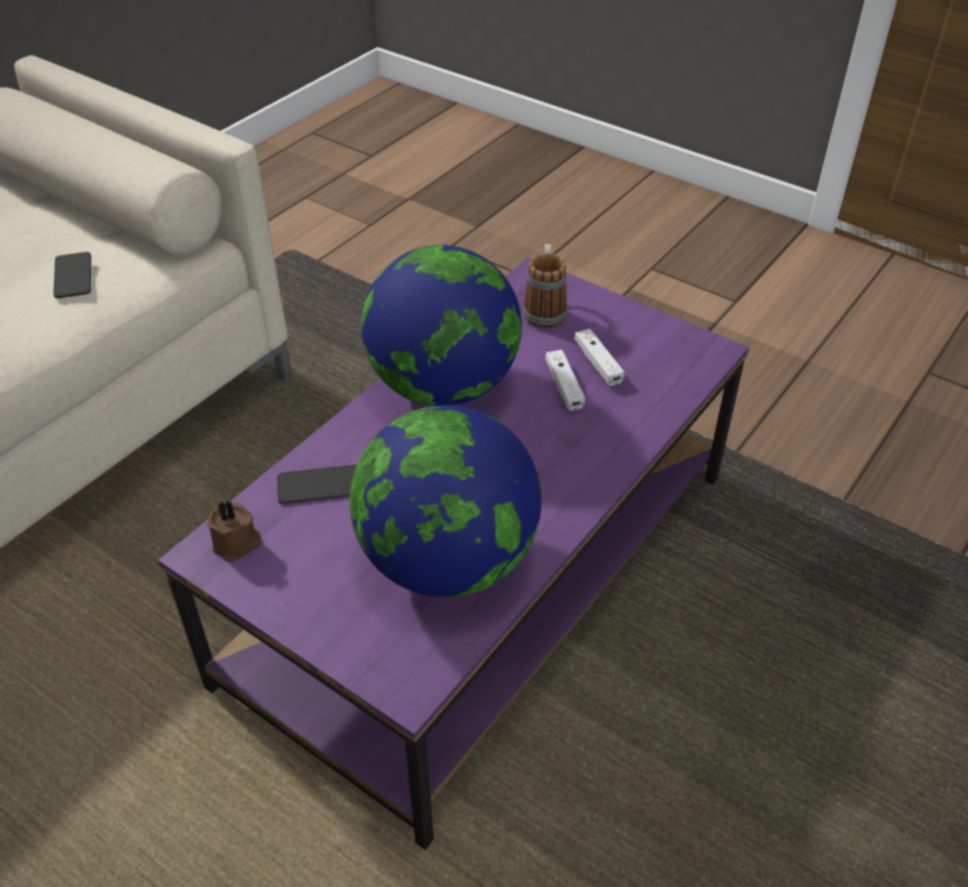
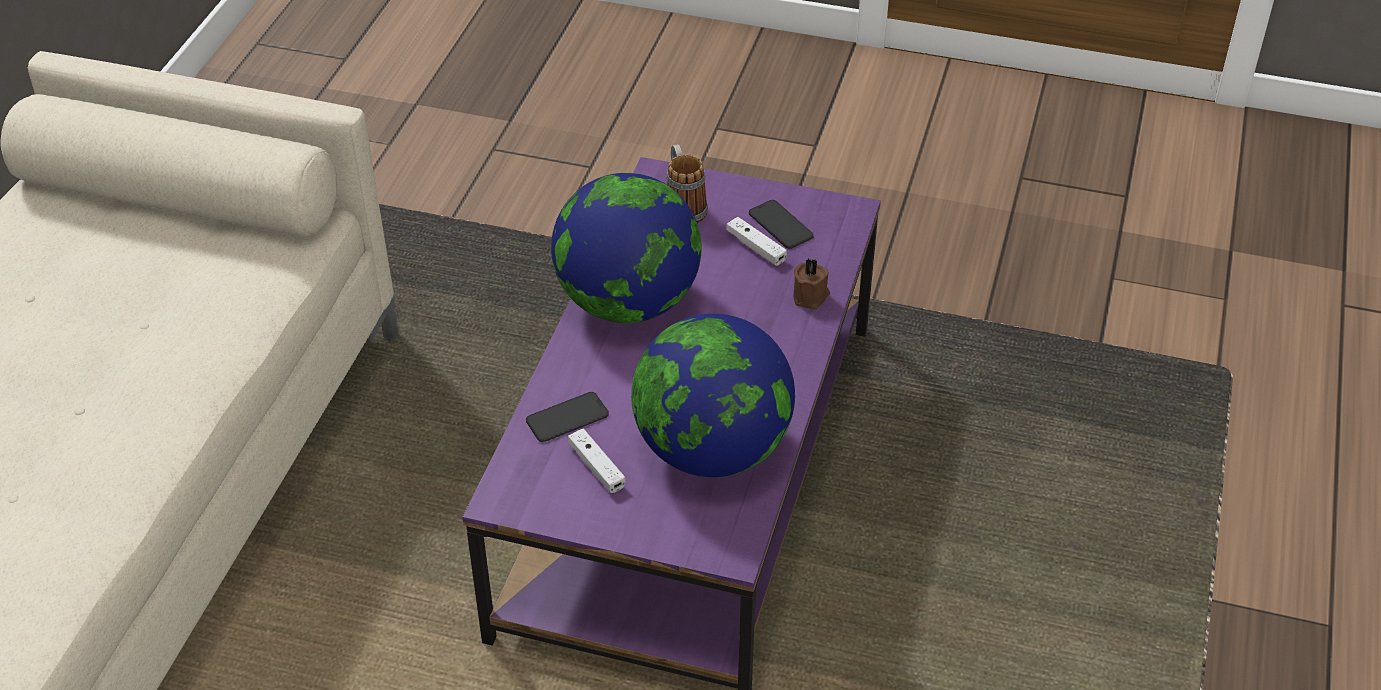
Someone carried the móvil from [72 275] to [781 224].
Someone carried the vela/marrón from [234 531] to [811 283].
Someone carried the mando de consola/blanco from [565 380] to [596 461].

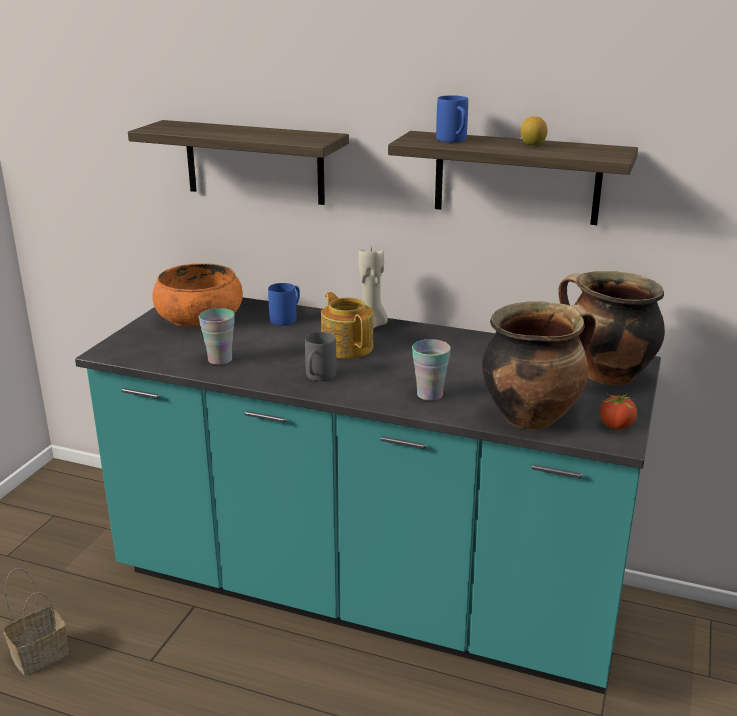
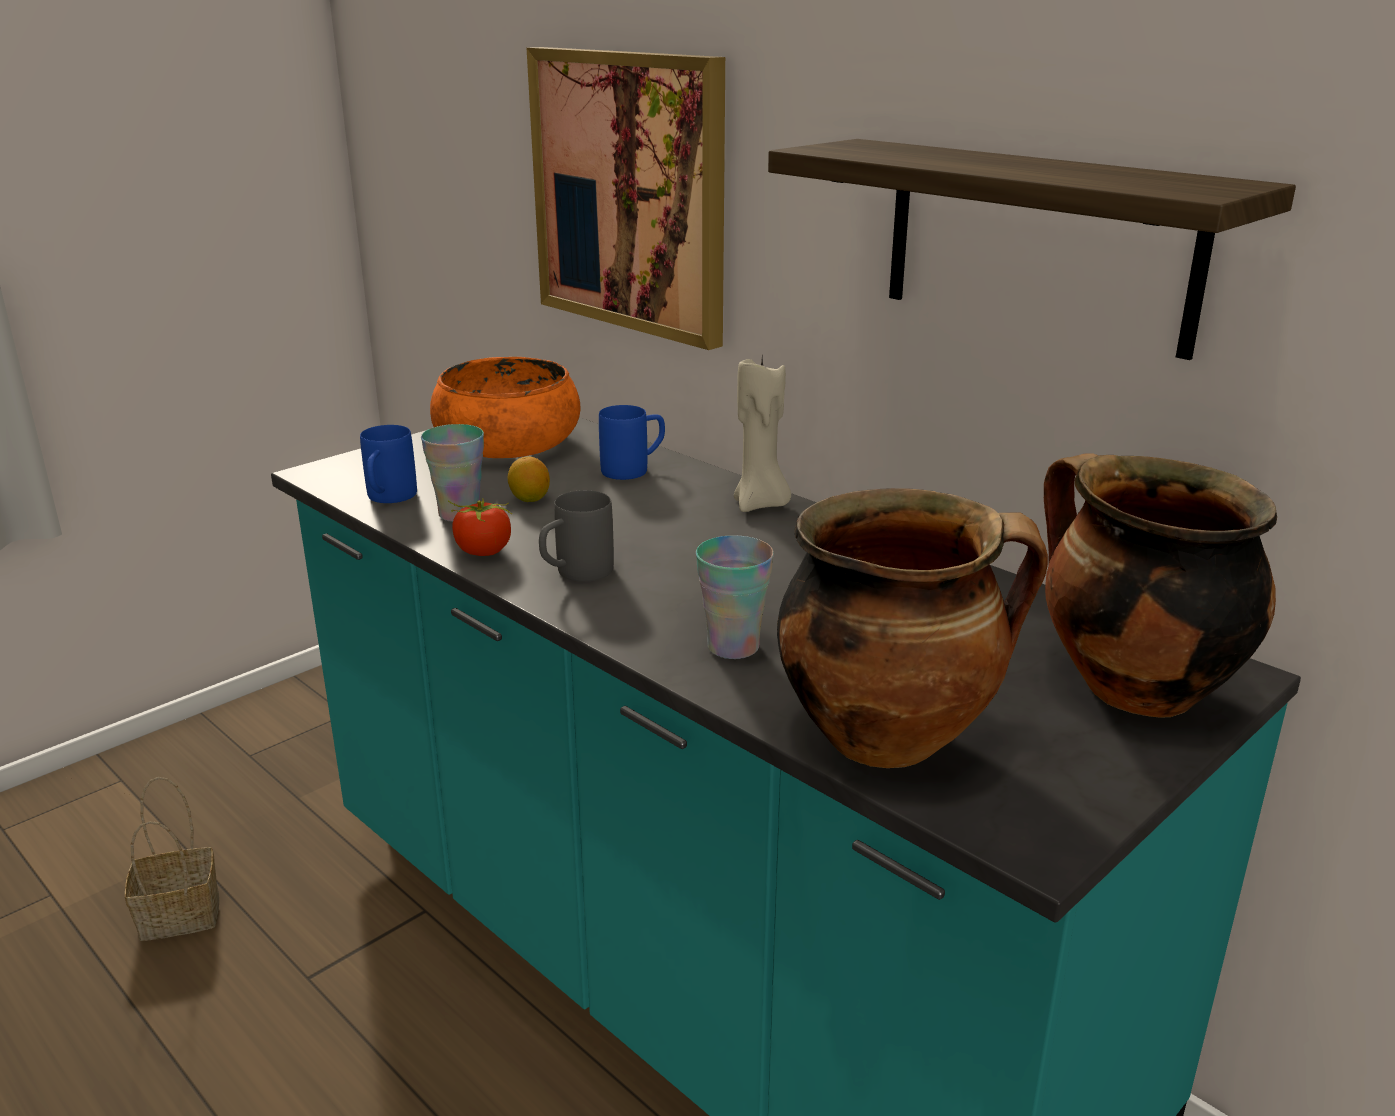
Someone swapped the estante at [238 162] for the cuadro at [626 198].
Someone took away the tetera at [347 325].
Someone carried the taza grande/azul from [452 118] to [388 464].
Someone carried the limón from [534 131] to [529 479].
Someone carried the tomate from [618 412] to [480 527].

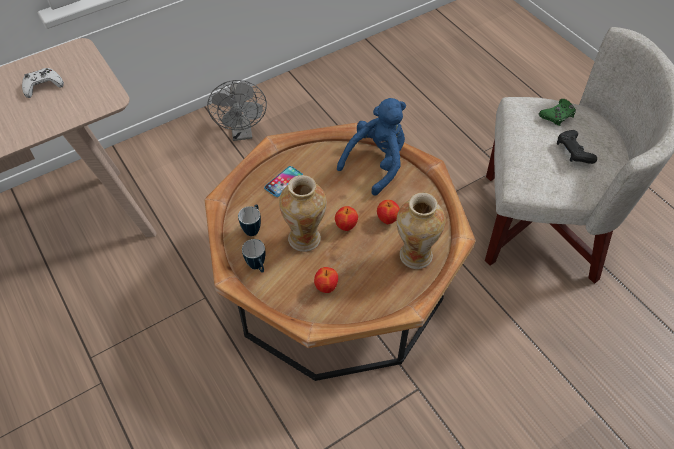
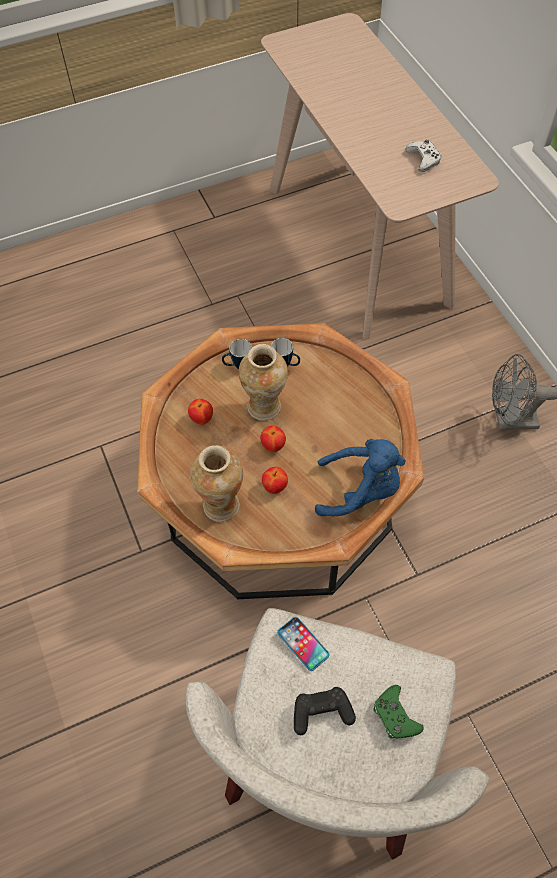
Someone carried the móvil from [283 181] to [303 644].
Someone rotated the peluche/azul at [371 146] by 45 degrees counterclockwise.

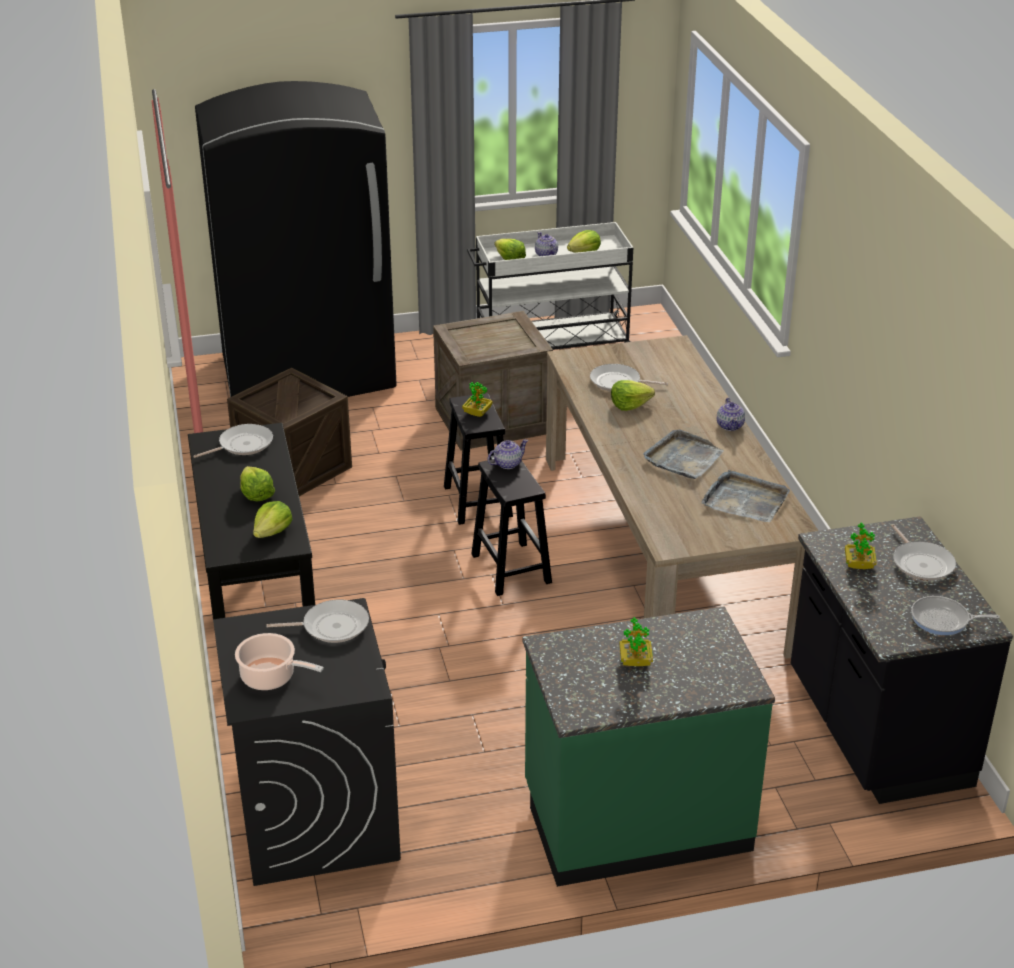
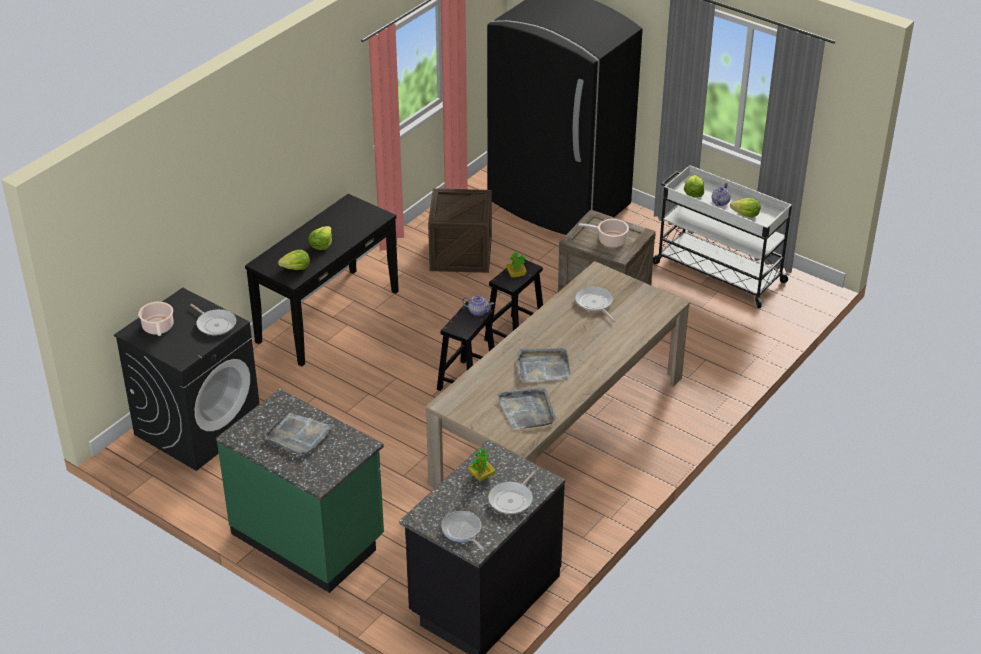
Someone took away the sartén at [233 441].
Someone took away the lechuga at [633 395].
Someone swapped the planta en maceta at [636 641] for the bandeja/gris at [299 433].
Someone took away the tetera at [731 414].
Someone put down the olla at [604 233].

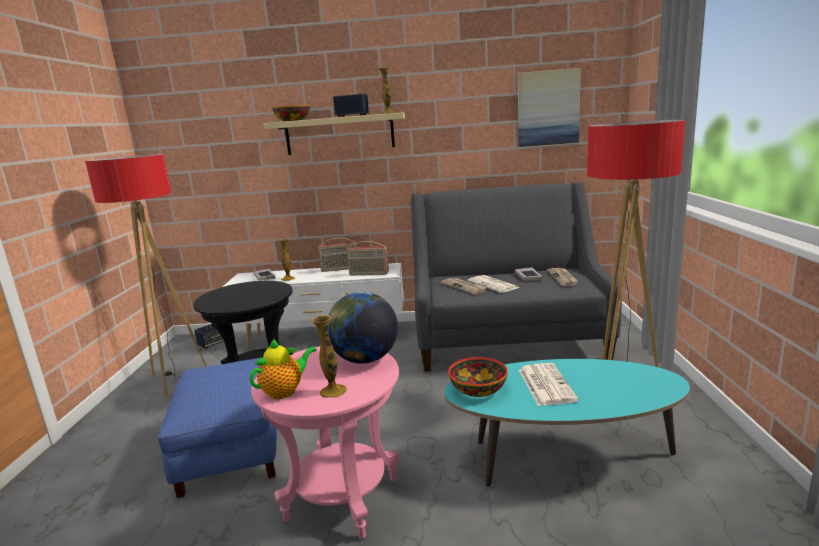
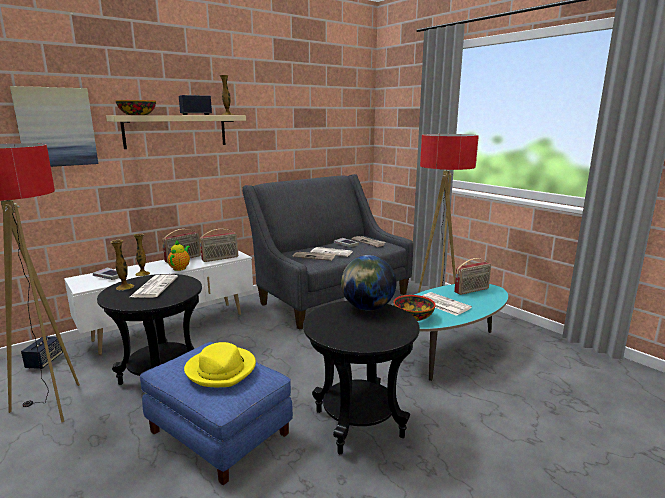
Someone carried the tetera from [283 368] to [179 256].
Someone repainted the mesa auxiliar/rosa at [325 442], which became the mesa auxiliar/negro at [361 377].
Someone carried the florero from [329 356] to [122 265].
Someone carried the cuadro from [549 107] to [54 126].
Someone put down the periódico at [154 286].
Someone put down the sombrero/amarillo at [220 364].
Someone put down the radio at [472 276].

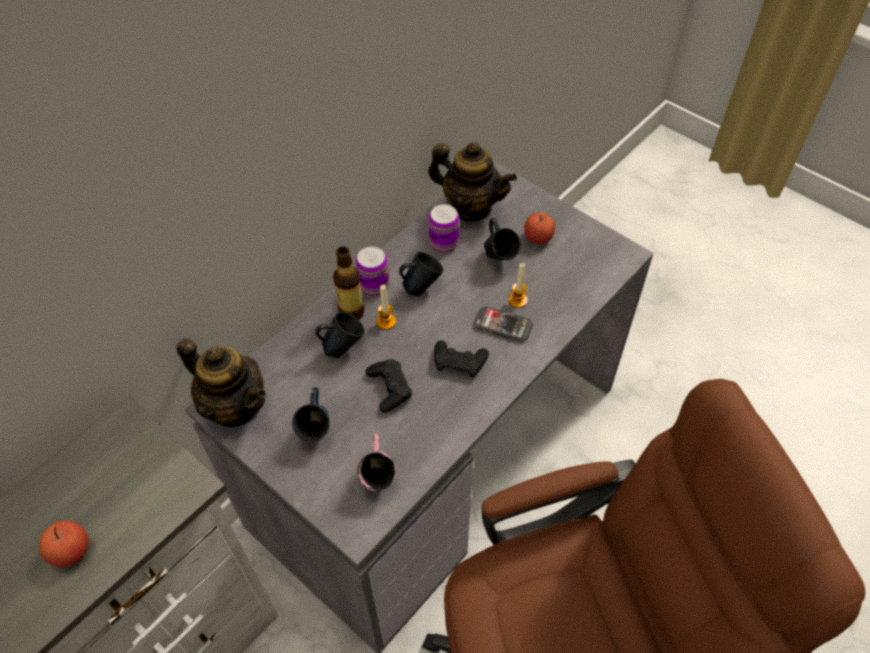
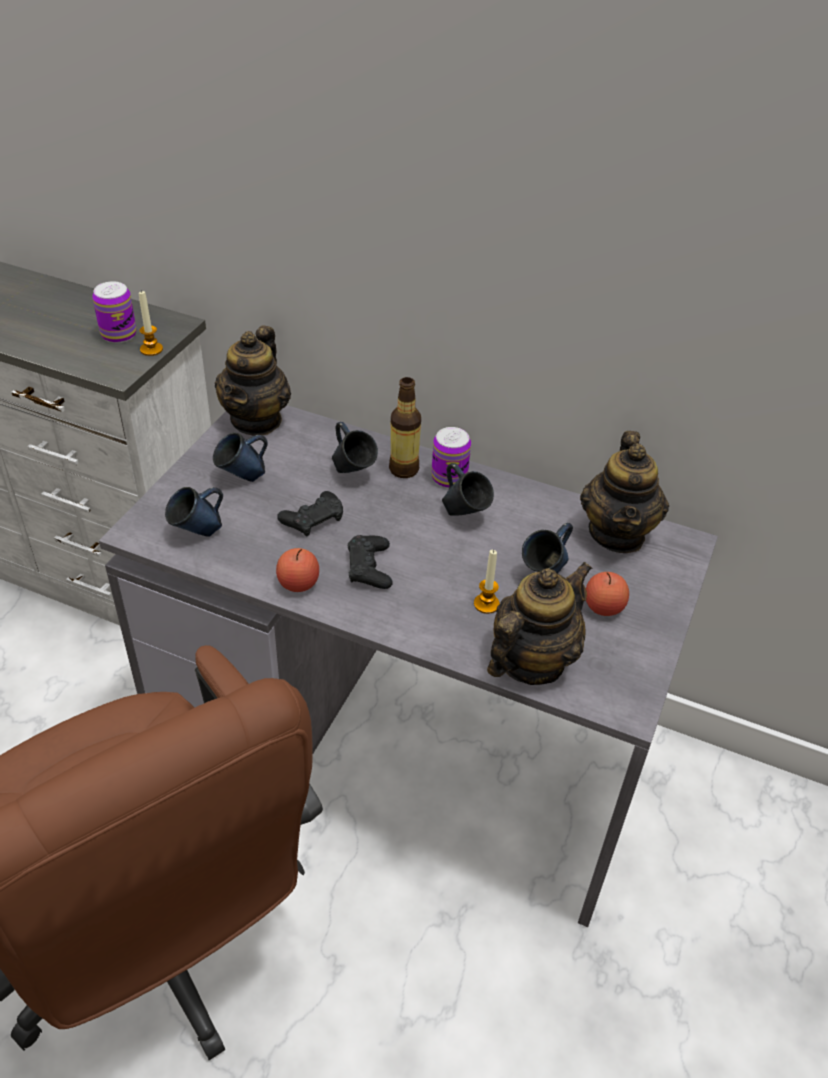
Someone carried the manzana from [64 544] to [297 570].
Someone repainted the taza grande/rosa at [376 462], which became the taza grande/azul at [194 512].
Someone carried the vela from [386 307] to [151 323].
Someone carried the lata from [444 228] to [114 312].
Someone took away the móvil at [503 324].
Someone put down the tetera at [540 623].

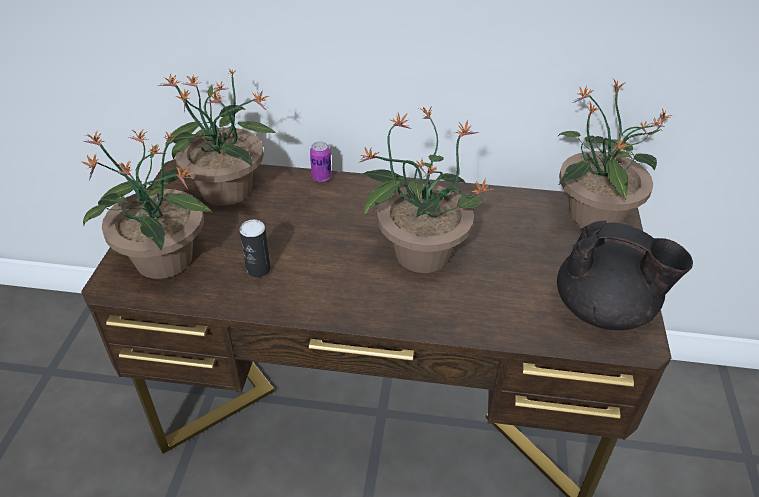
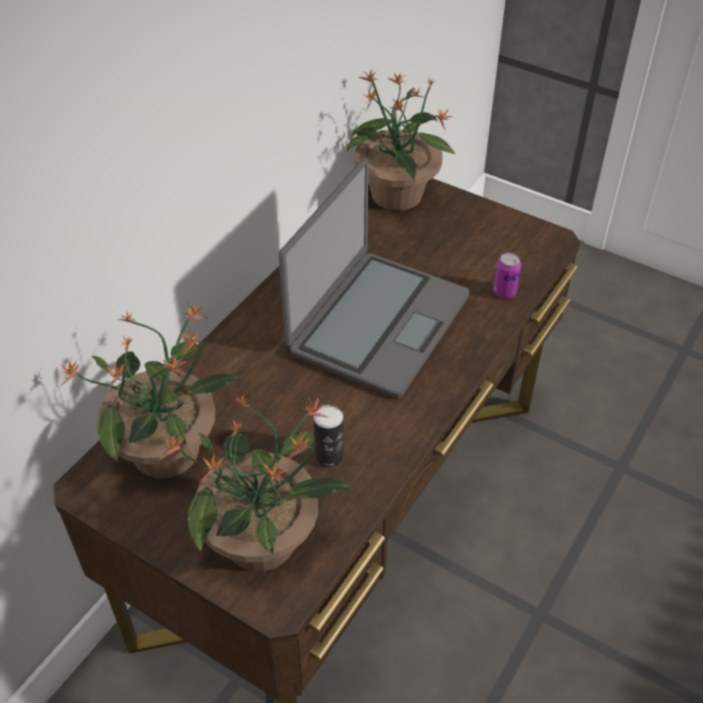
Someone carried the lata from [321 162] to [507 275].
Someone swapped the planta en maceta at [427 190] for the portátil at [374 278].
Someone took away the tetera/negro at [625 275].

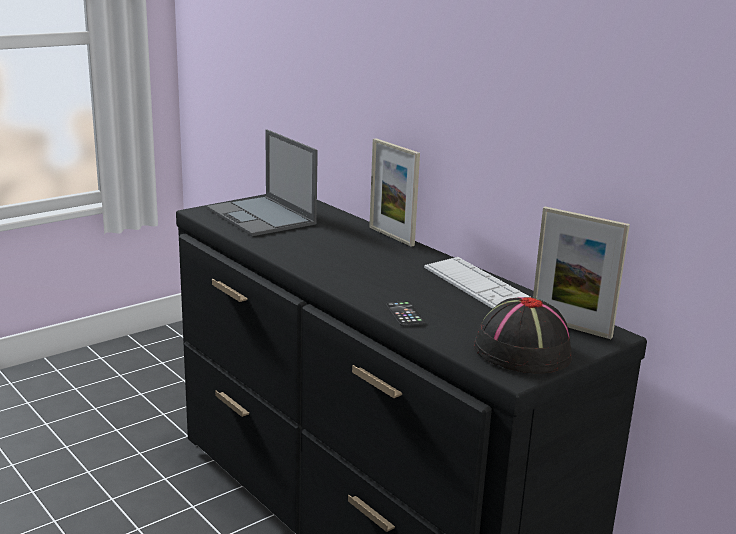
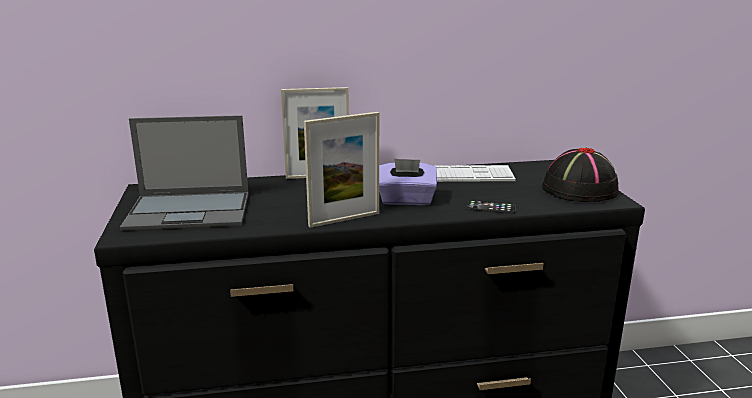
Someone carried the portarretratos from [581 273] to [341 170].
Someone put down the caja de pañuelos/morado at [408 181].

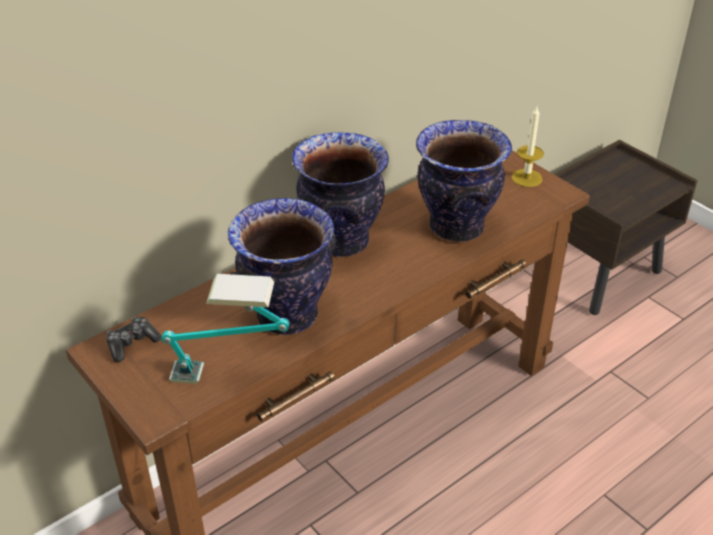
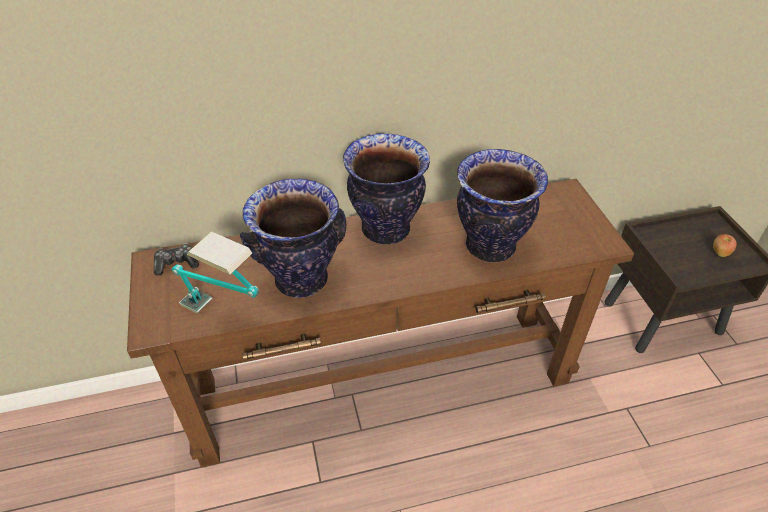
Someone took away the vela at [527 147].
Someone put down the manzana at [725 245].

